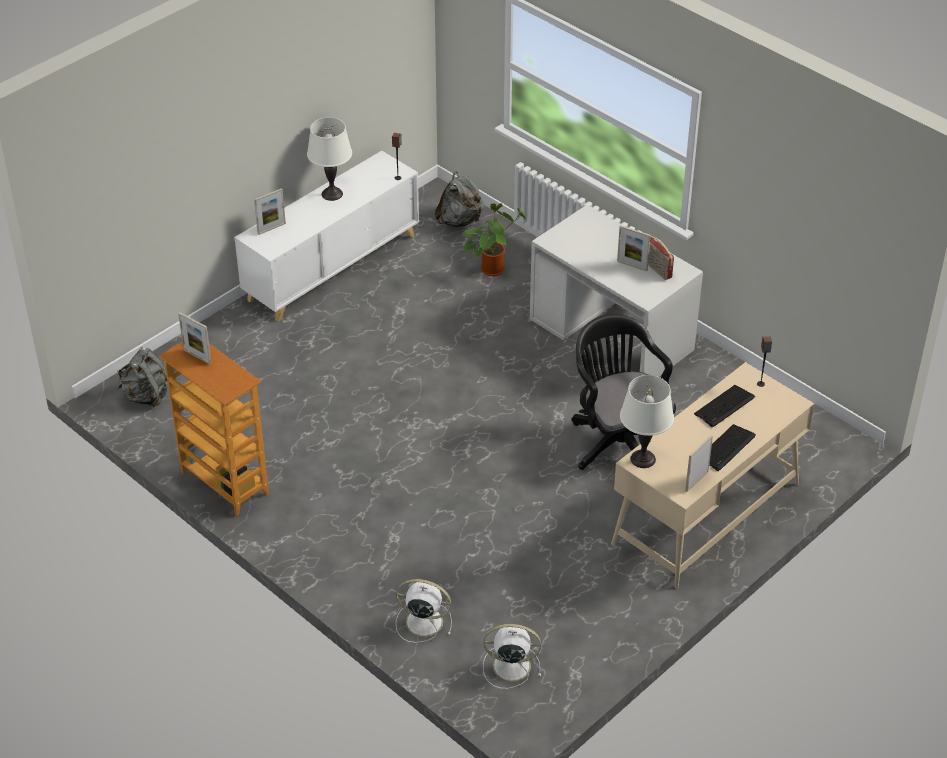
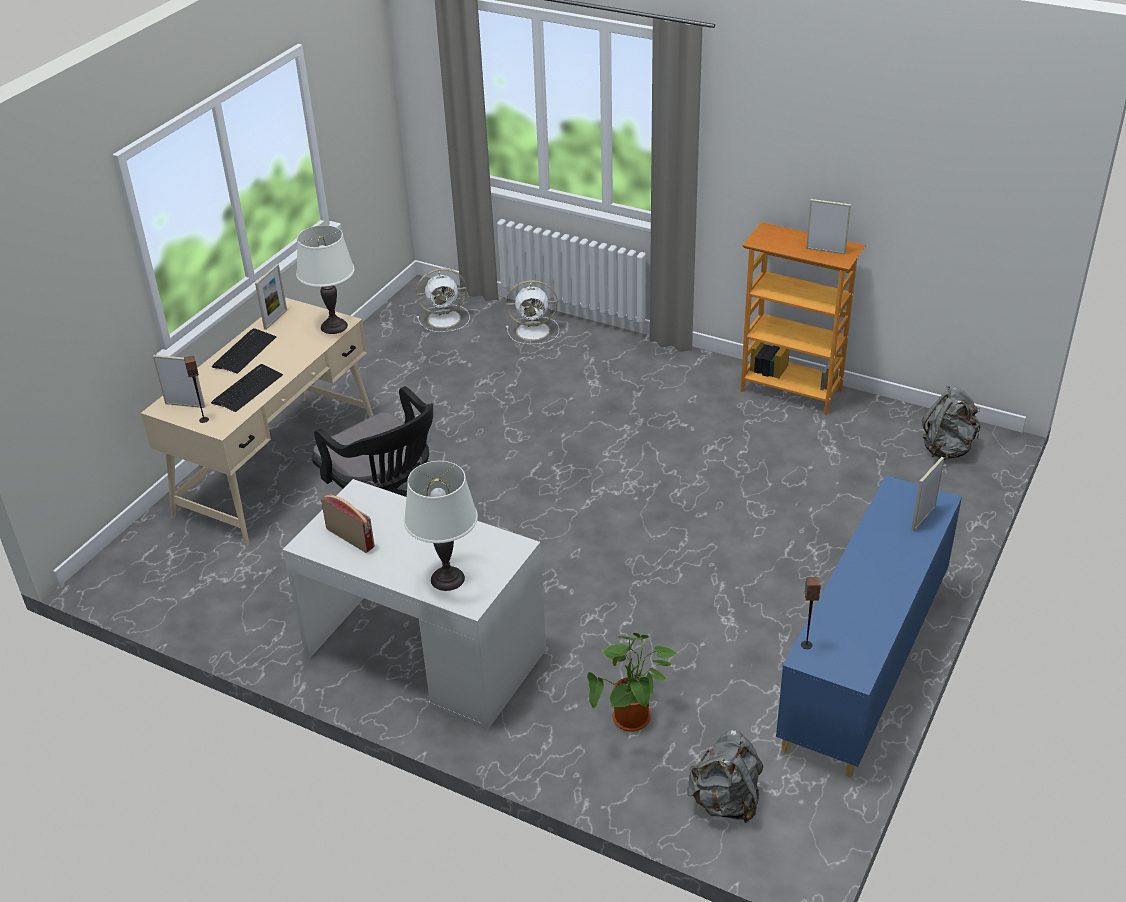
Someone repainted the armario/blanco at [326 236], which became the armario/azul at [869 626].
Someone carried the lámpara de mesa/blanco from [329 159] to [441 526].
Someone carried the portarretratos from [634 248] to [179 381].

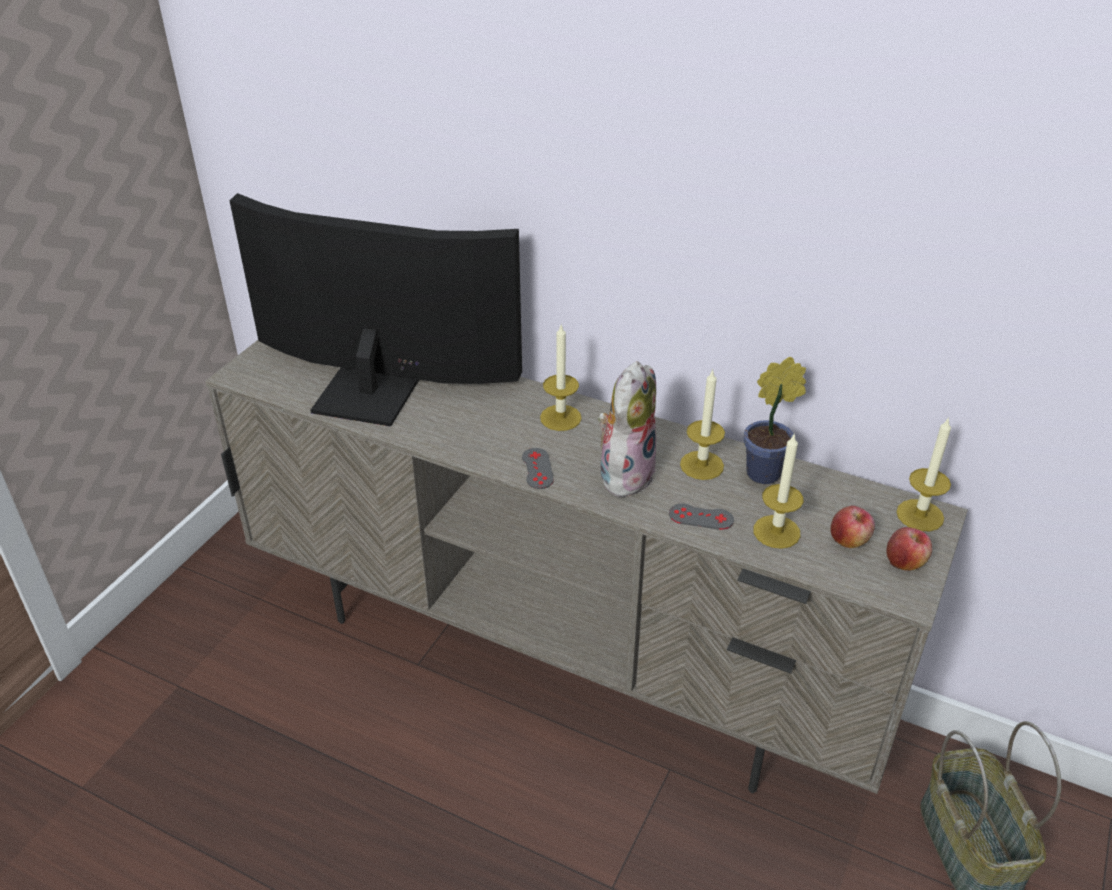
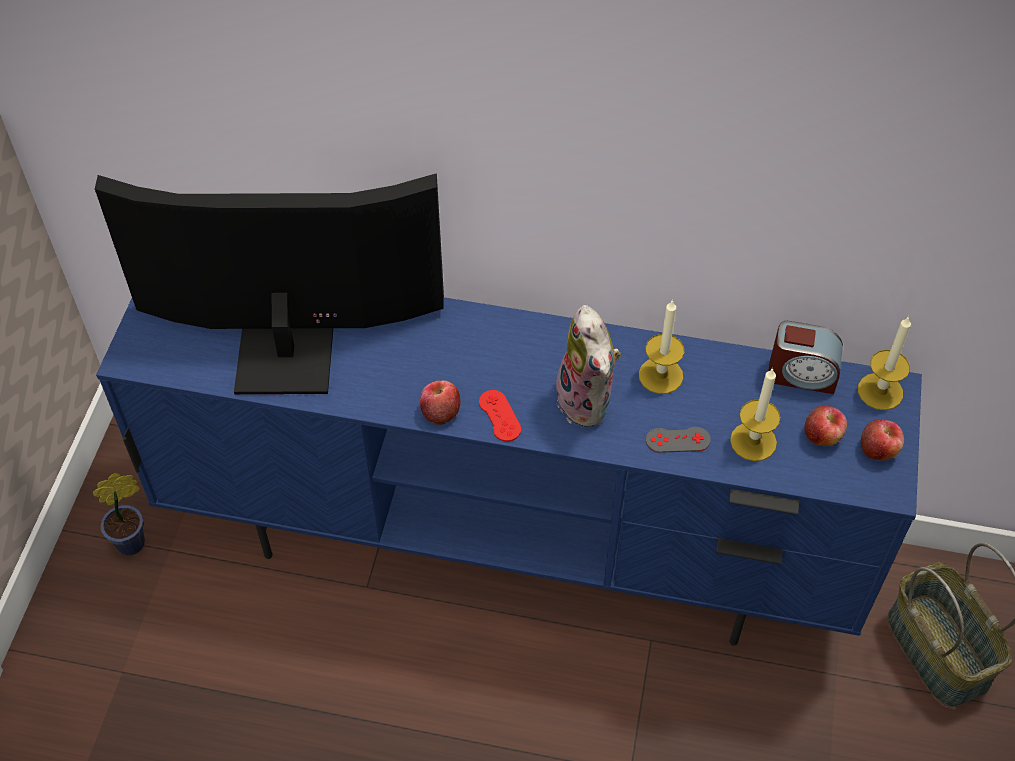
Someone repainted the mueble de televisión/beis at [586 567], which became the mueble de televisión/azul at [509 471].
Someone repainted the mando de consola/gris at [538 468], which became the mando de consola/rojo at [500 415].
Someone took away the vela at [561 378].
Someone rotated the peluche at [627 429] by 150 degrees clockwise.
Someone carried the planta en maceta from [775 420] to [119 514].
Someone put down the manzana at [440 403].
Someone put down the despertador at [805 357].

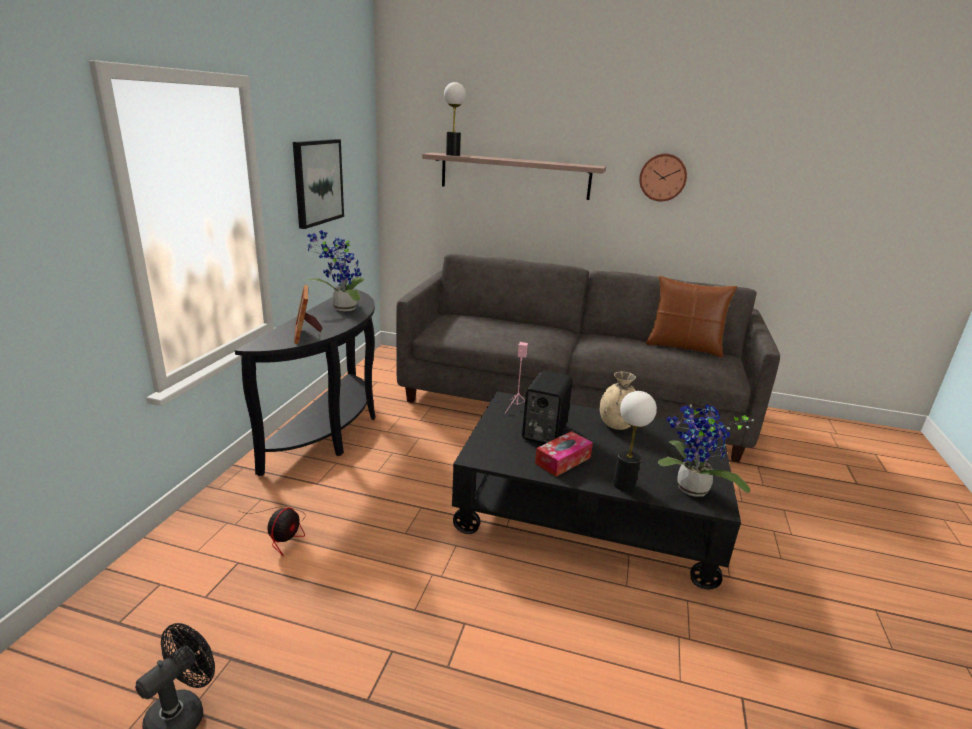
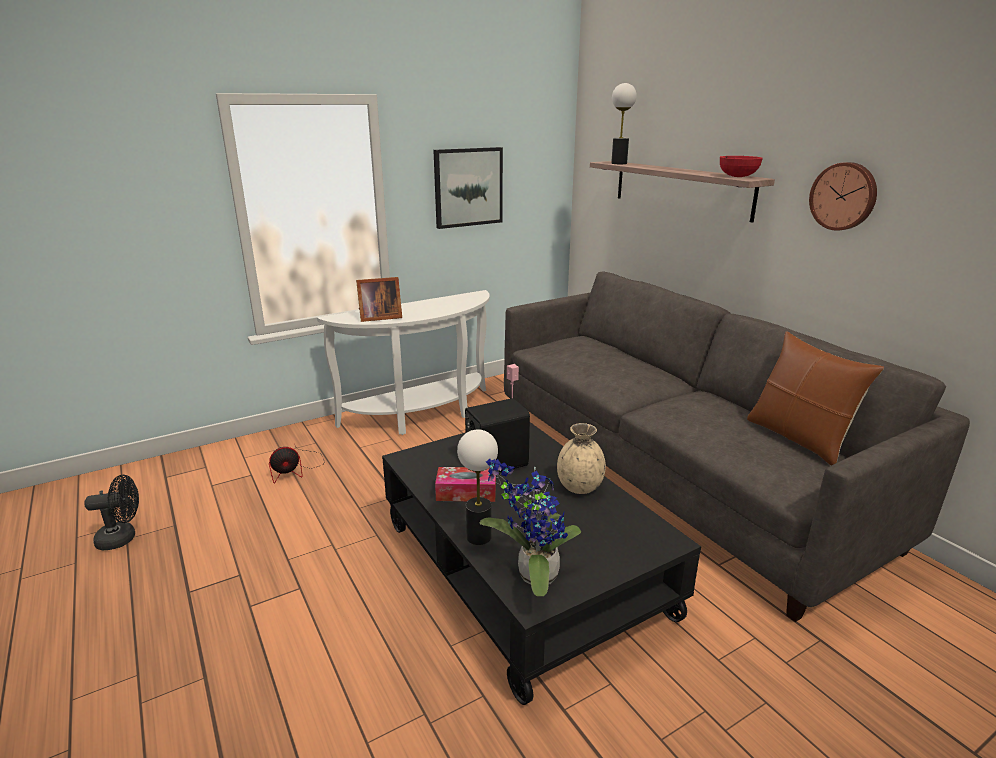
Someone repainted the mesa consola/negro at [305 382], which became the mesa consola/blanco at [403 362].
Someone rotated the portarretratos at [308 314] by 135 degrees counterclockwise.
Someone took away the planta en maceta at [335 270].
Someone put down the cuenco/rojo at [741 166].

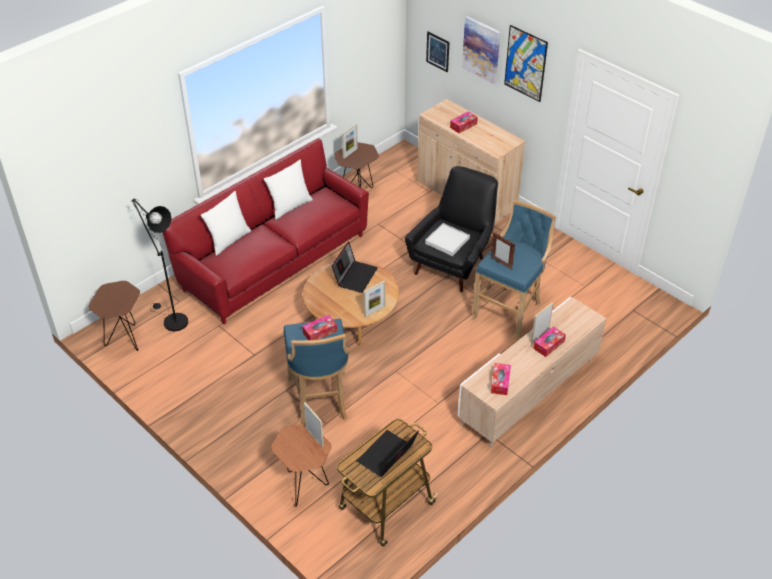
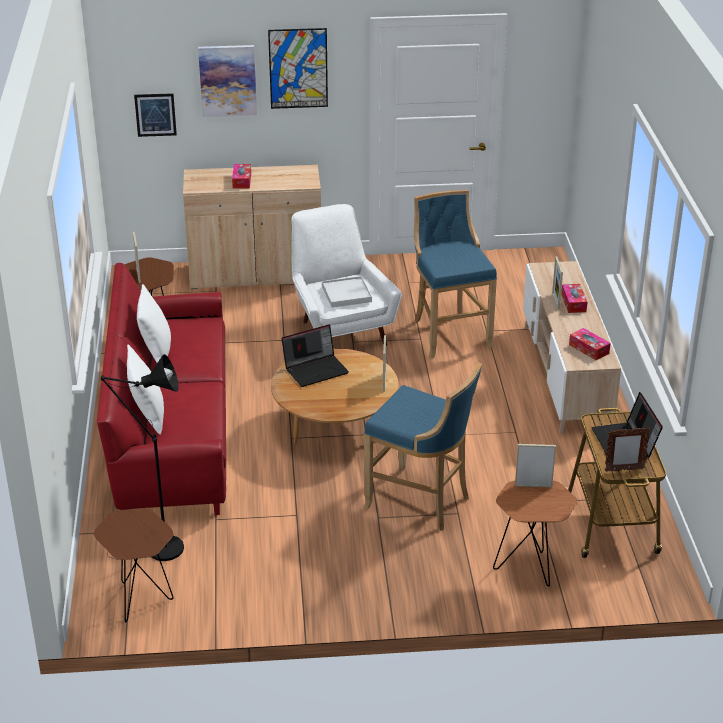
Someone took away the caja de pañuelos at [319 327].
Someone rotated the portátil at [355 267] by 90 degrees clockwise.
Someone repainted the sillón/negro at [451 229], which became the sillón/blanco at [346 275].
Someone carried the portarretratos from [503 250] to [627 449].

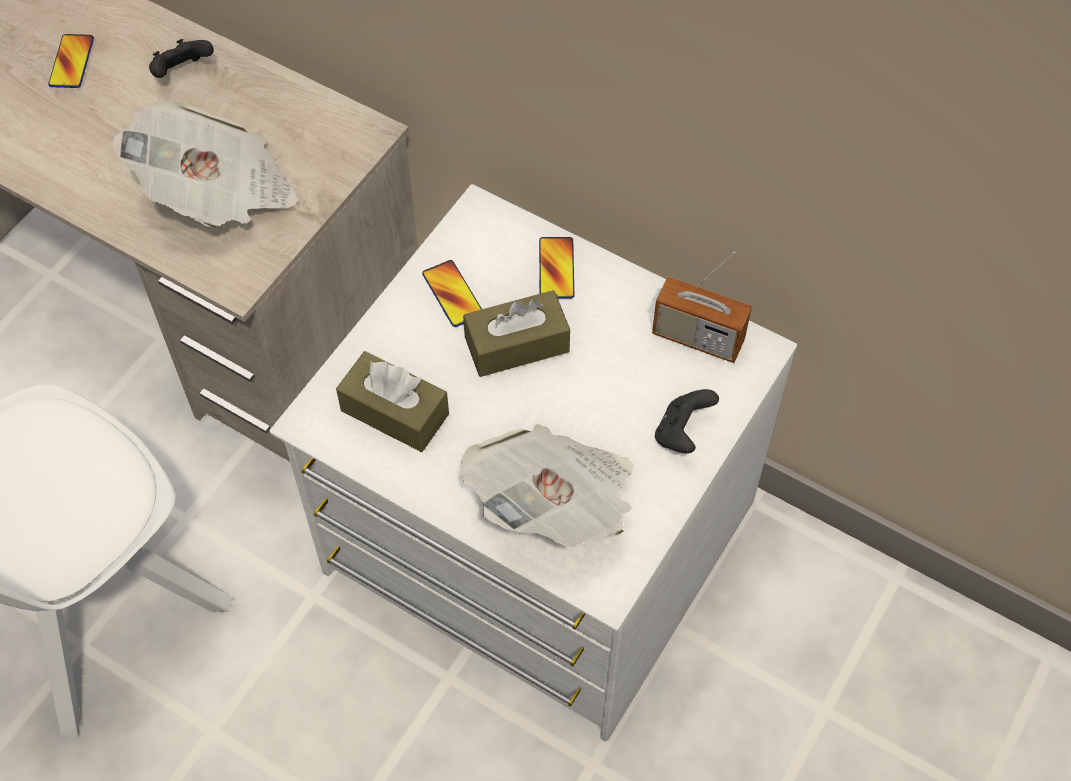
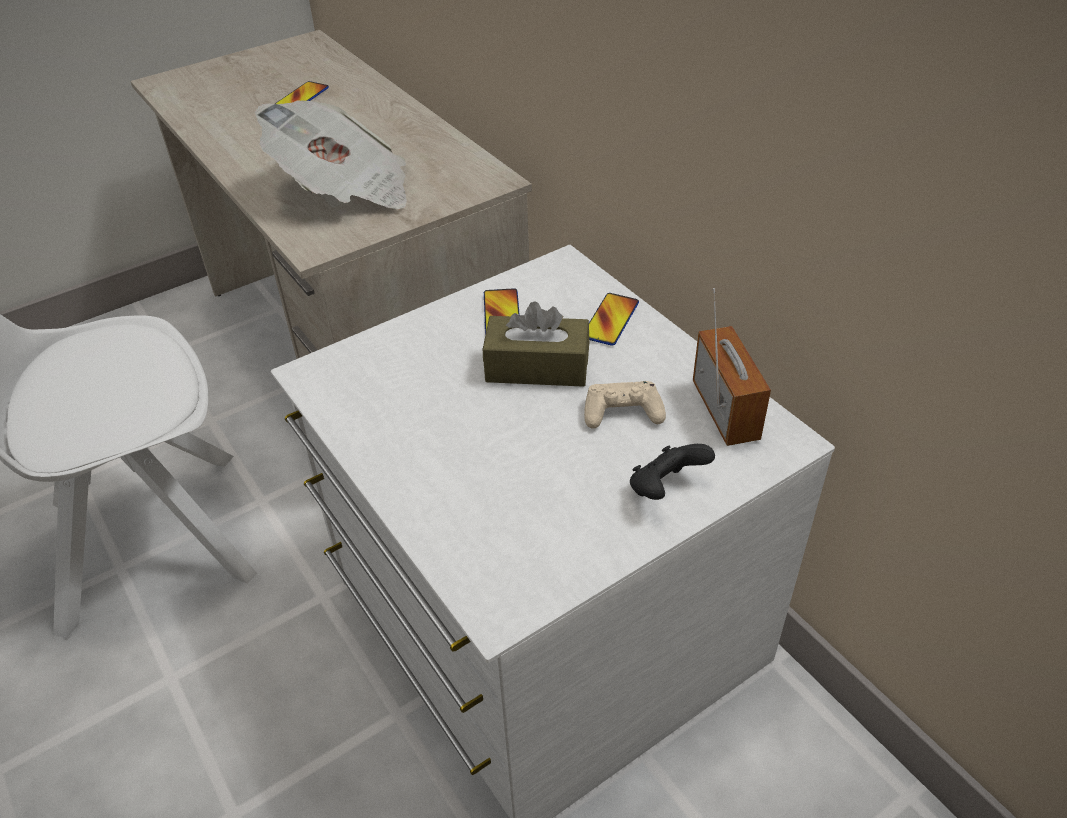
Someone took away the mando de consola/negro at [181 58].
Someone took away the caja de pañuelos/marrón at [392 401].
Someone took away the periódico at [547 485].
Someone rotated the radio at [702 307] by 150 degrees counterclockwise.
Someone put down the mando de consola/beis at [625 404].

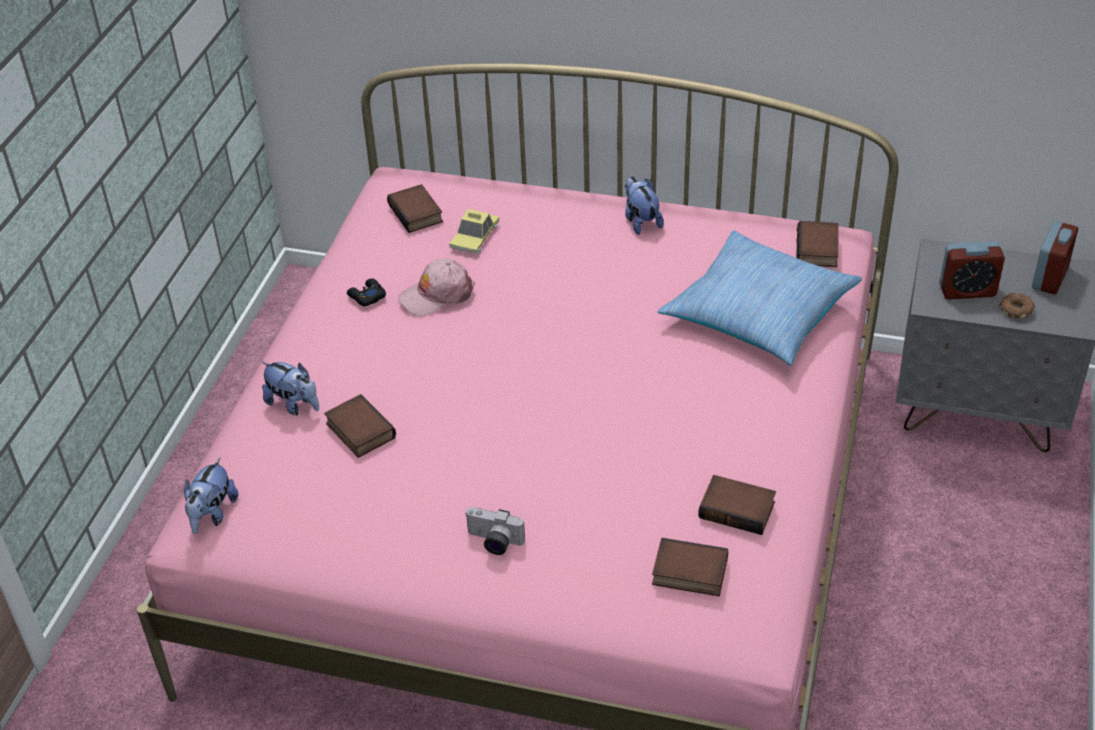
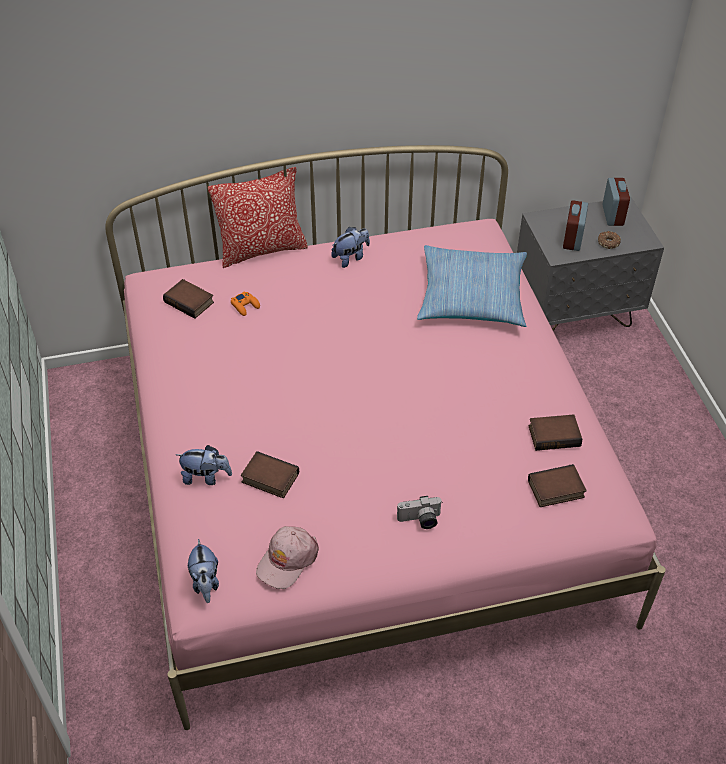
Someone took away the mando de consola/negro at [366 292].
Someone carried the gorra/rosa from [436 287] to [287 557].
Someone swapped the coche de juguete at [474 231] for the mando de consola/naranja at [245 303].
Someone rotated the peluche at [644 205] by 105 degrees clockwise.
Someone took away the libro at [817 244].
Someone rotated the despertador at [972 270] by 135 degrees clockwise.
Someone put down the cojín at [258 217].

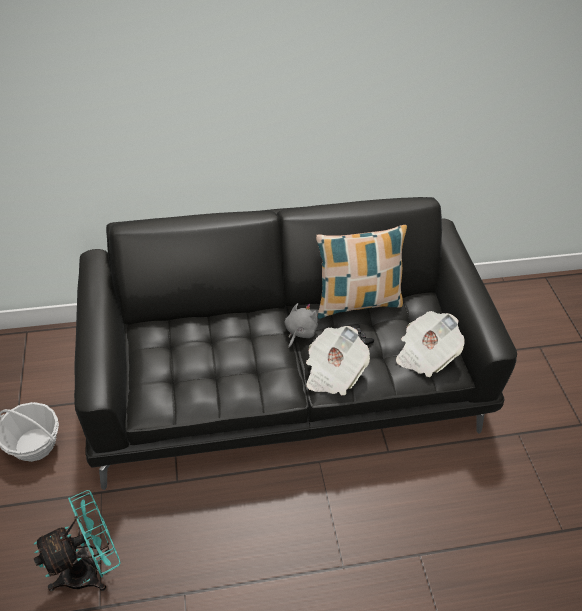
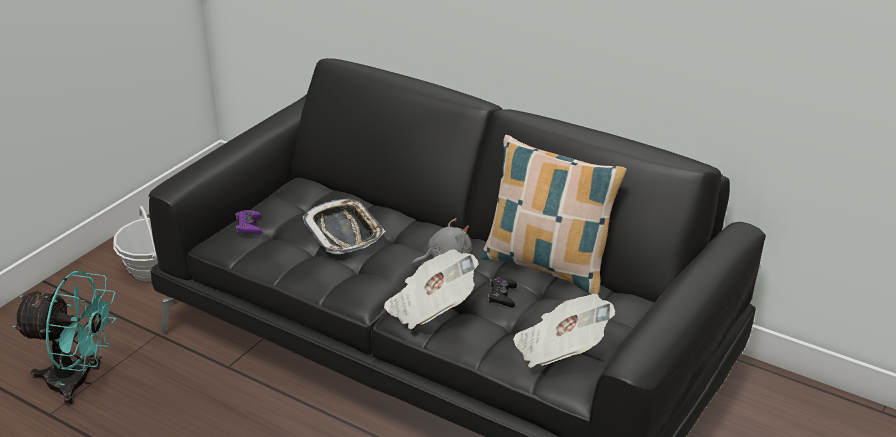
Someone put down the mando de consola/morado at [248 222].
Someone put down the bandeja at [344 227].

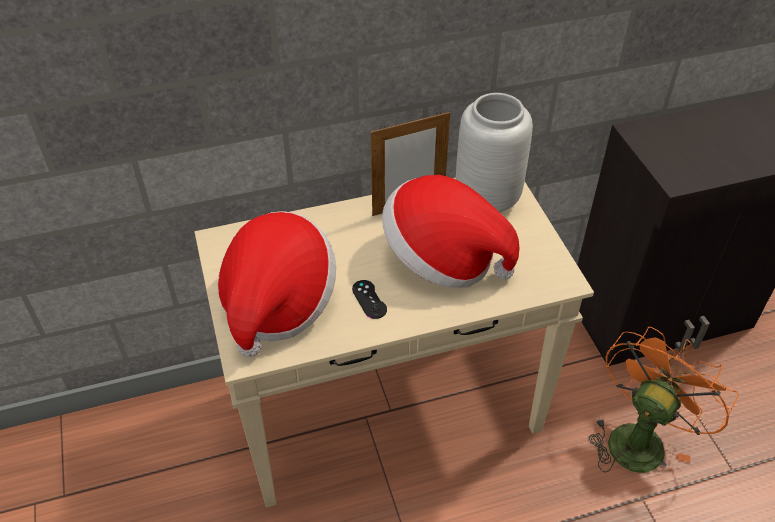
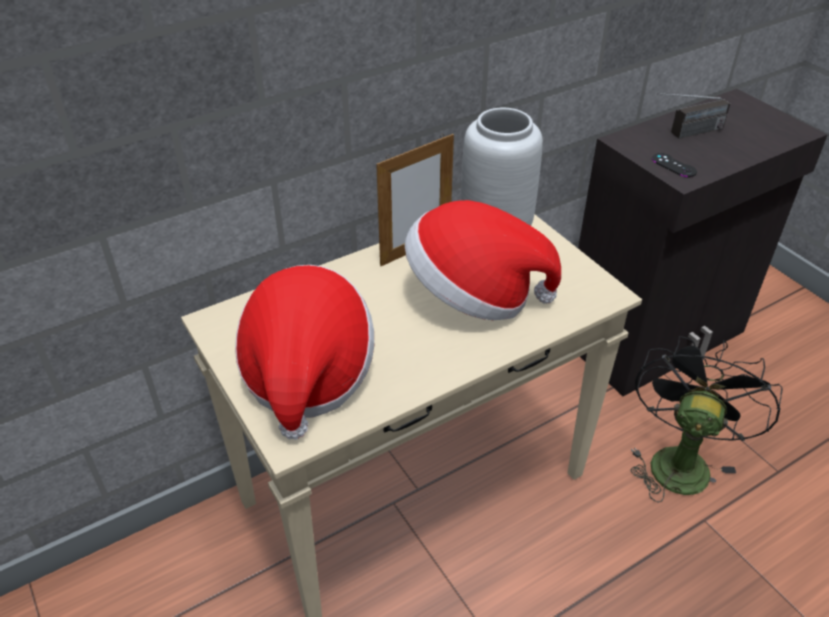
Someone carried the mando de consola/negro from [369 299] to [674 165].
Someone repainted the ventilador/naranja at [664 400], which became the ventilador/negro at [706 419].
Someone put down the radio at [693 116].

